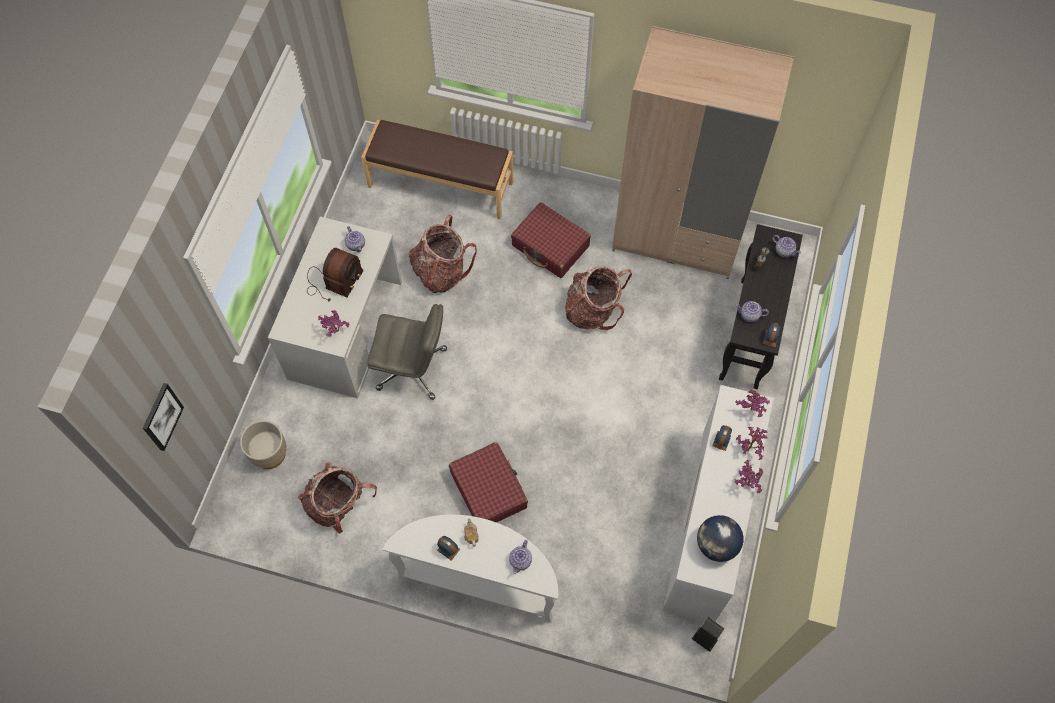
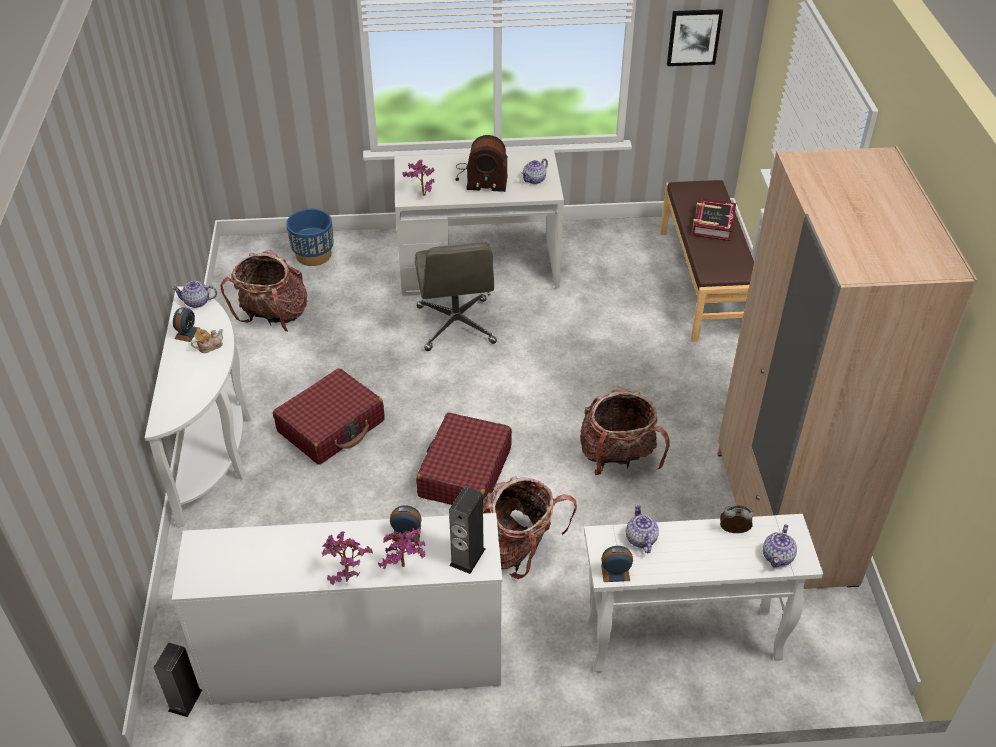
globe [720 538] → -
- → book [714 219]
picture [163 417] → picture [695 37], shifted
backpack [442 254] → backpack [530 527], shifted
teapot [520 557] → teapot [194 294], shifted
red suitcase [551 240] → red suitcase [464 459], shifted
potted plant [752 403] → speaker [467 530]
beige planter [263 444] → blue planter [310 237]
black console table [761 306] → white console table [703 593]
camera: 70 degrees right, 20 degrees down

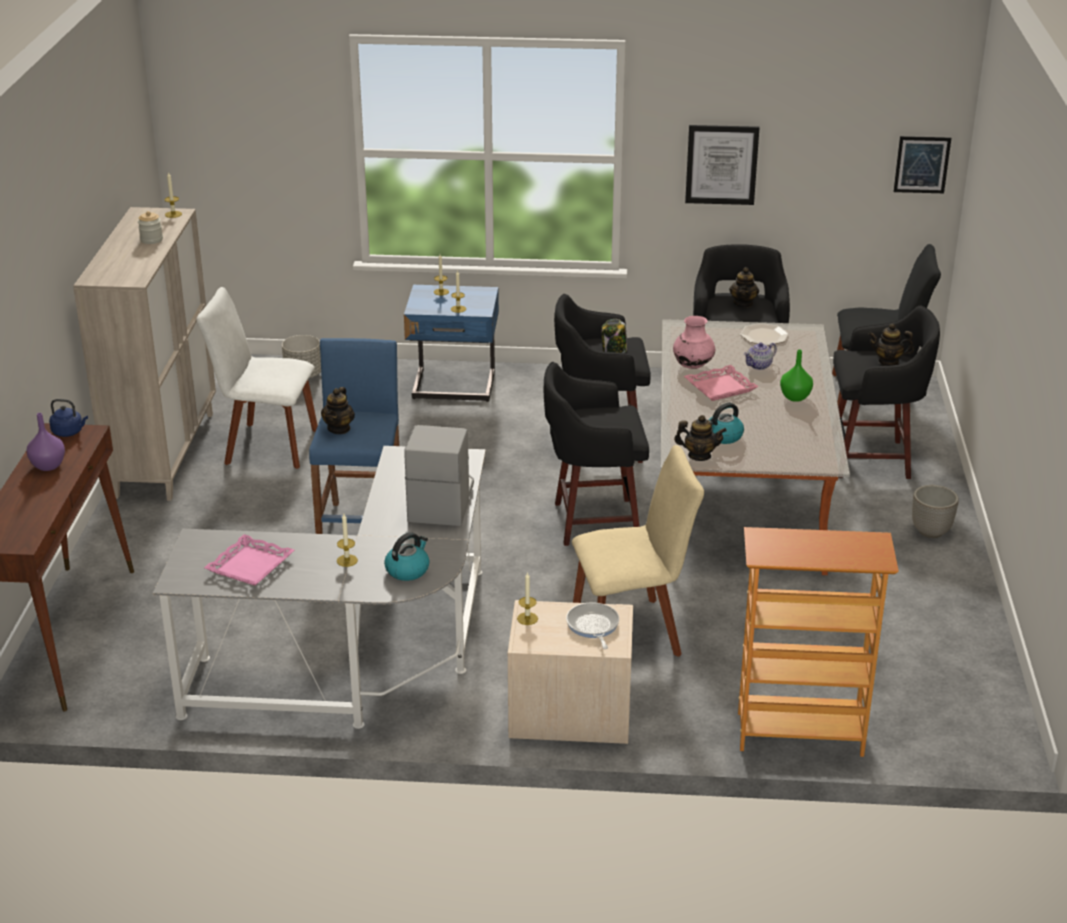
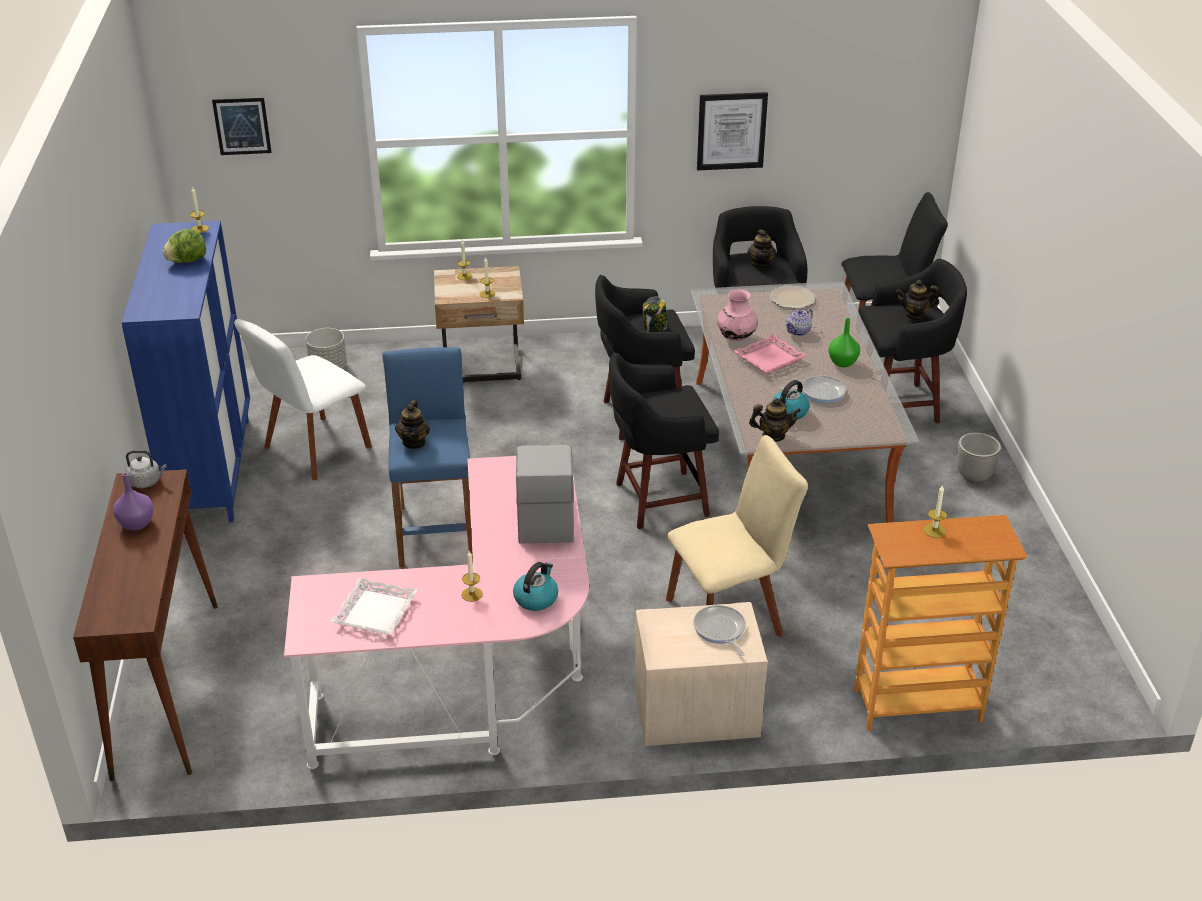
- → frying pan [813 389]
candle [527 598] → candle [935 511], shifted
picture [922 164] → picture [242 126], shifted
jar [150 227] → lettuce [184 246]
blue kettle [68 418] → grey kettle [146 469]
beige cabinet [144 354] → blue cabinet [186 371]
grey desk [319 587] → pink desk [436 612]
pink tray [249 560] → white tray [374 606]
blue nightstand [451 343] → beige nightstand [479 324]
white chair [257 378] → white chair [303 399], 45 degrees counterclockwise
camera: 10 degrees left, 5 degrees up

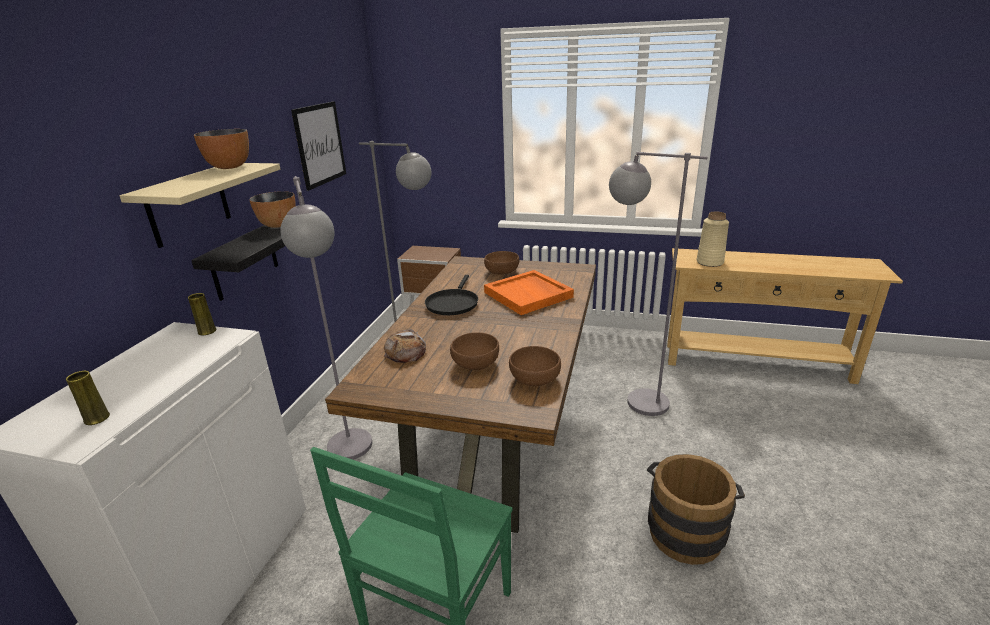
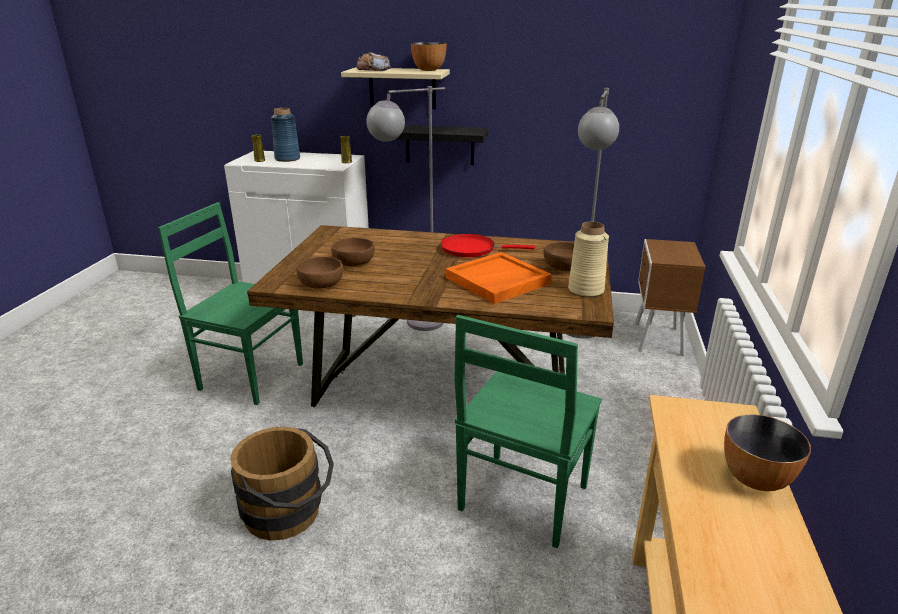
picture [318 146] → -
- → blue vase [285 135]
bowl [272 209] → bowl [767 452], shifted
bread [405 346] → bread [374 61], shifted
beige vase [713 239] → beige vase [588 259], shifted
grey floor lamp [658 284] → green chair [528 431]
black frying pan [451 295] → red frying pan [487 245]
camera: 85 degrees right, 0 degrees up

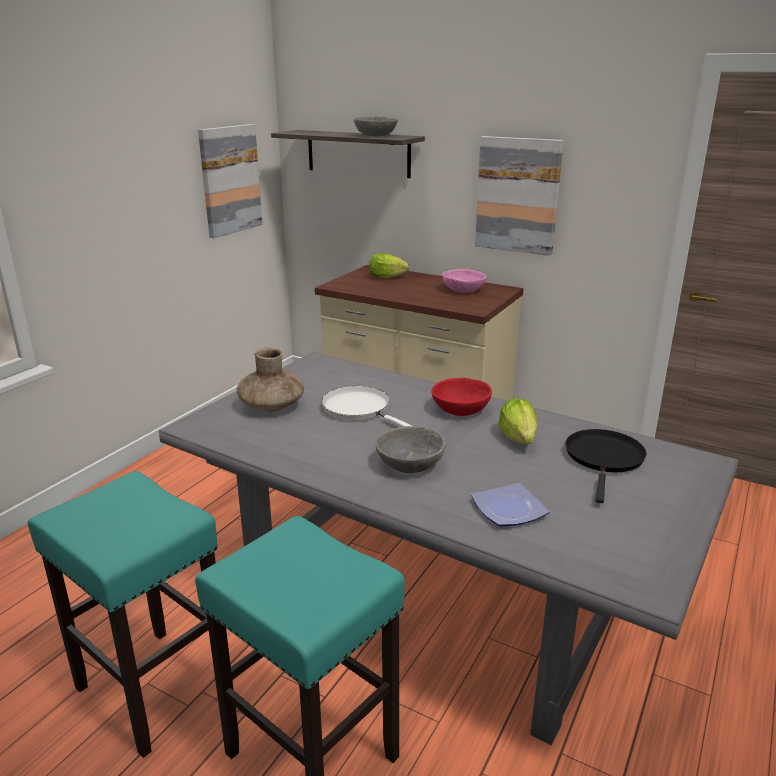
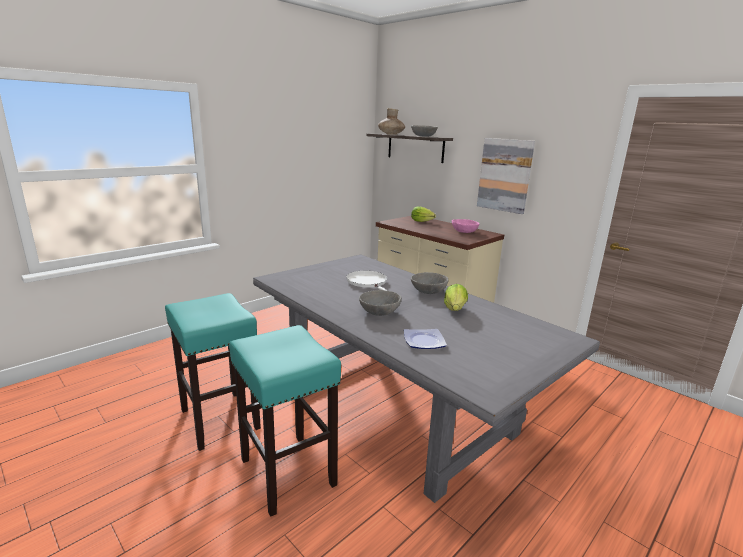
picture [230 181] → -
black frying pan [606 466] → -
brown vase [270 380] → brown vase [391 121], shifted
red bowl [461 397] → grey bowl [429 283]
camera: 15 degrees right, 5 degrees down

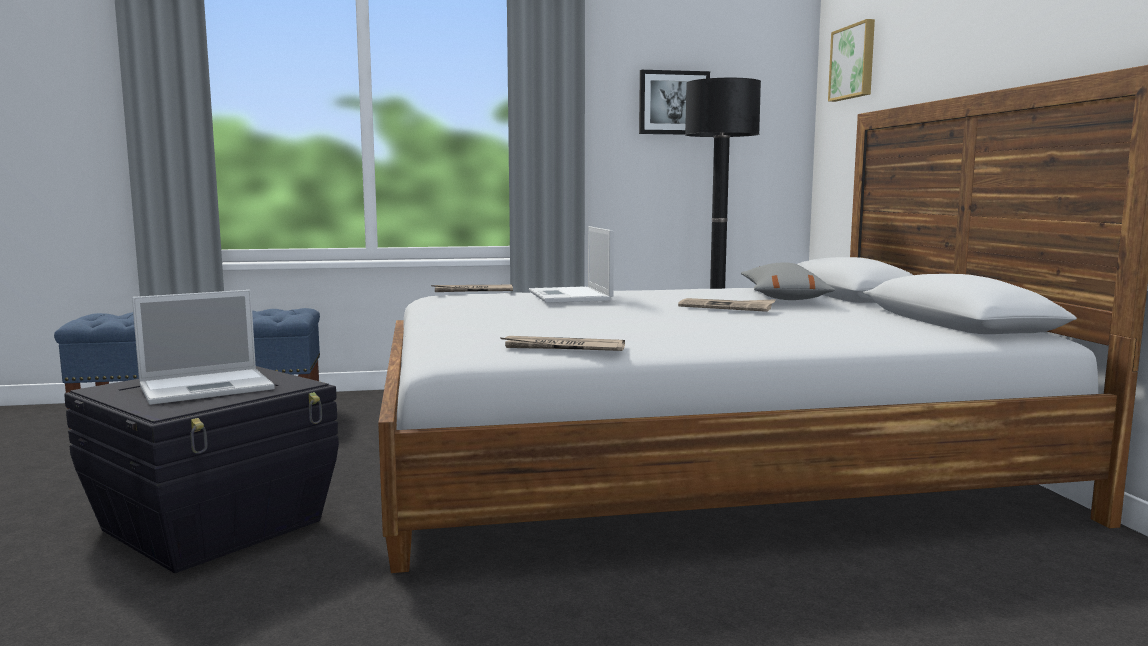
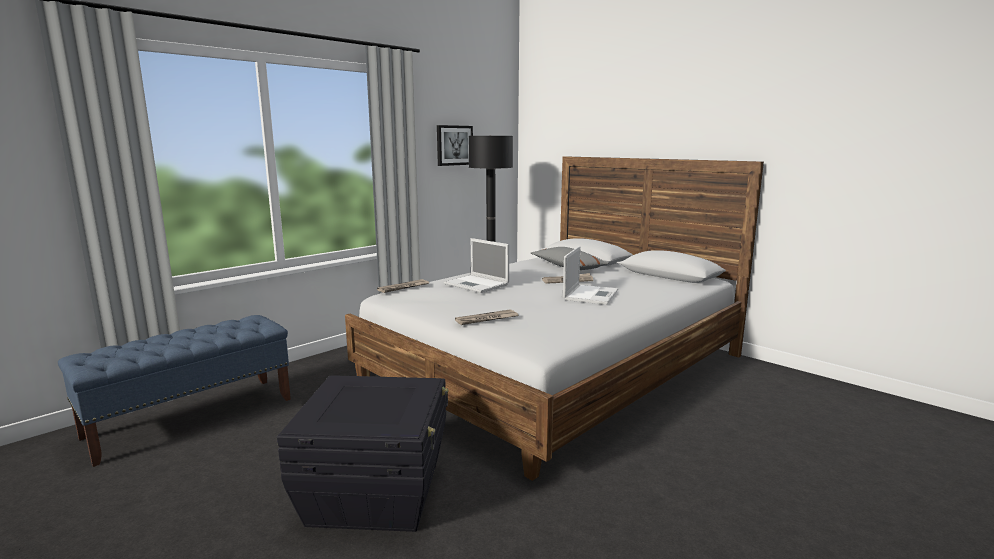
picture [851 60] → -
laptop [203 347] → laptop [590 275], shifted
newspaper [562 343] → newspaper [487 317], shifted
camera: 35 degrees left, 5 degrees up

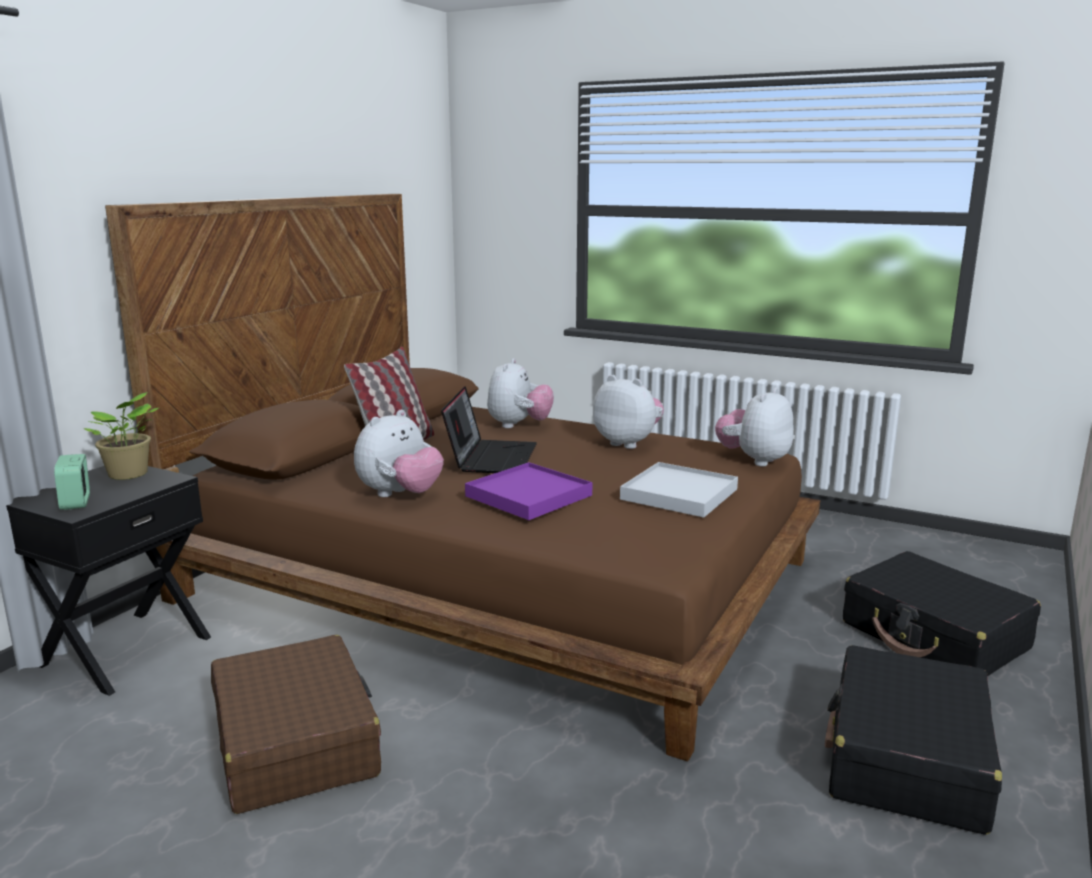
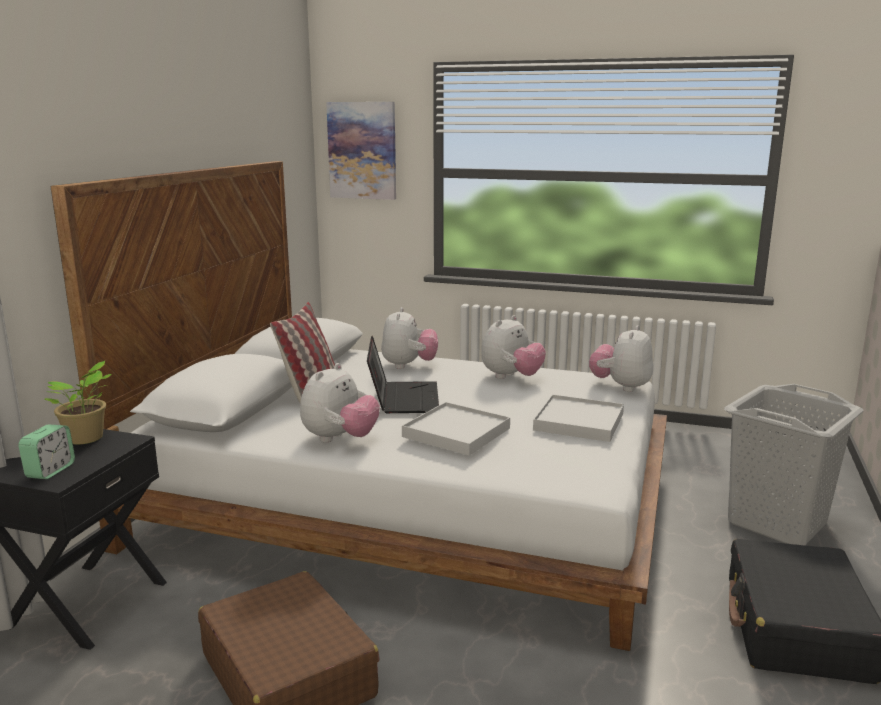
- → picture [361 151]
black suitcase [942 614] → grey laundry basket [794 464]
brown bed [462 477] → white bed [359 406]
purple tray [528 491] → white tray [456 429]
alarm clock [72 482] → alarm clock [46 452], 135 degrees counterclockwise
plush toy [628 412] → plush toy [513 347], 105 degrees clockwise
camera: 10 degrees left, 0 degrees up

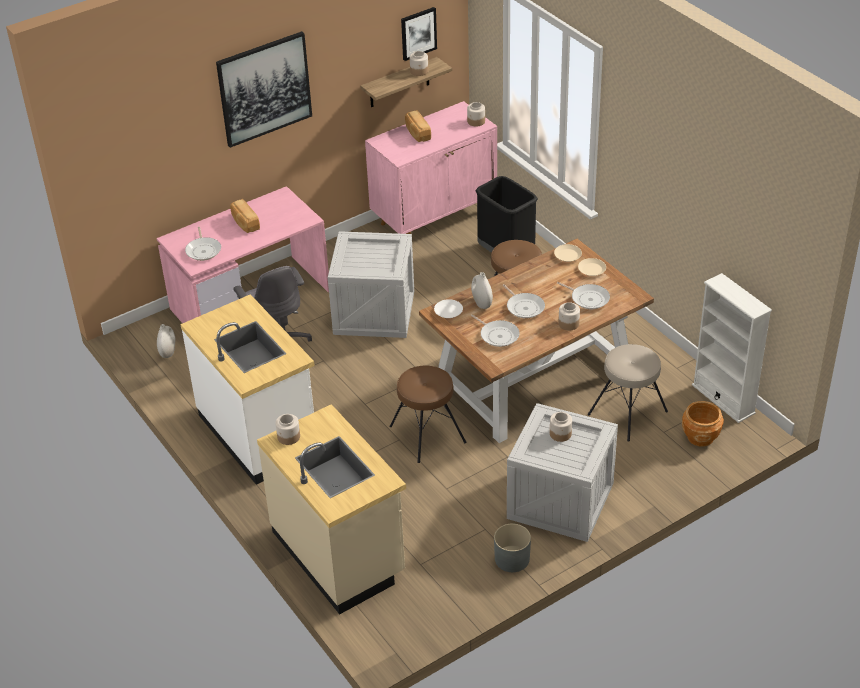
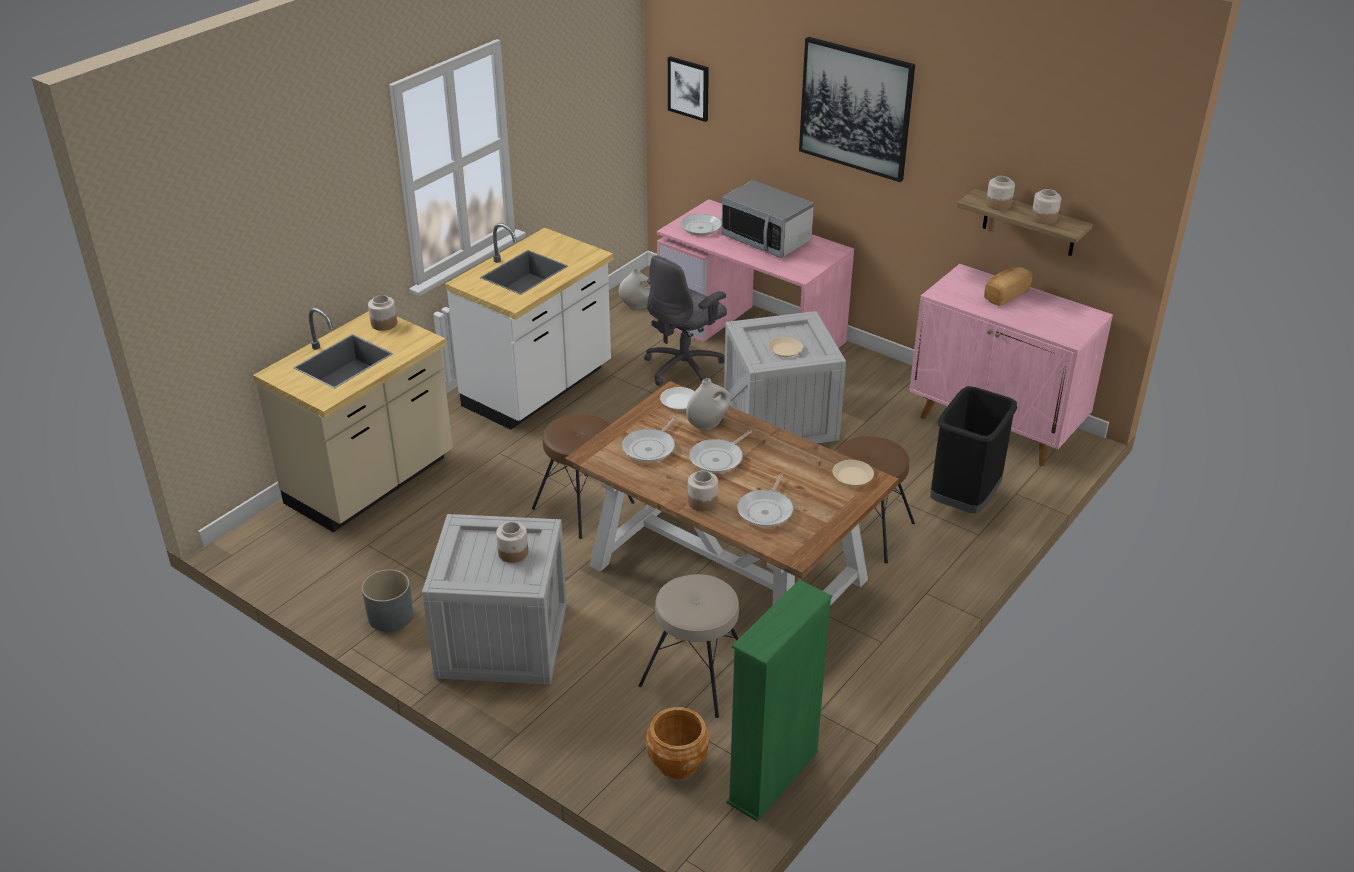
picture [419 34] → picture [688 89], shifted
jar [476 114] → jar [1000 193], shifted
beige plate [592 267] → beige plate [785 347], shifted
bread [245 216] → microwave [767 219]
white bookcase [732 348] → green bookcase [779 700]
camera: 70 degrees right, 5 degrees down

